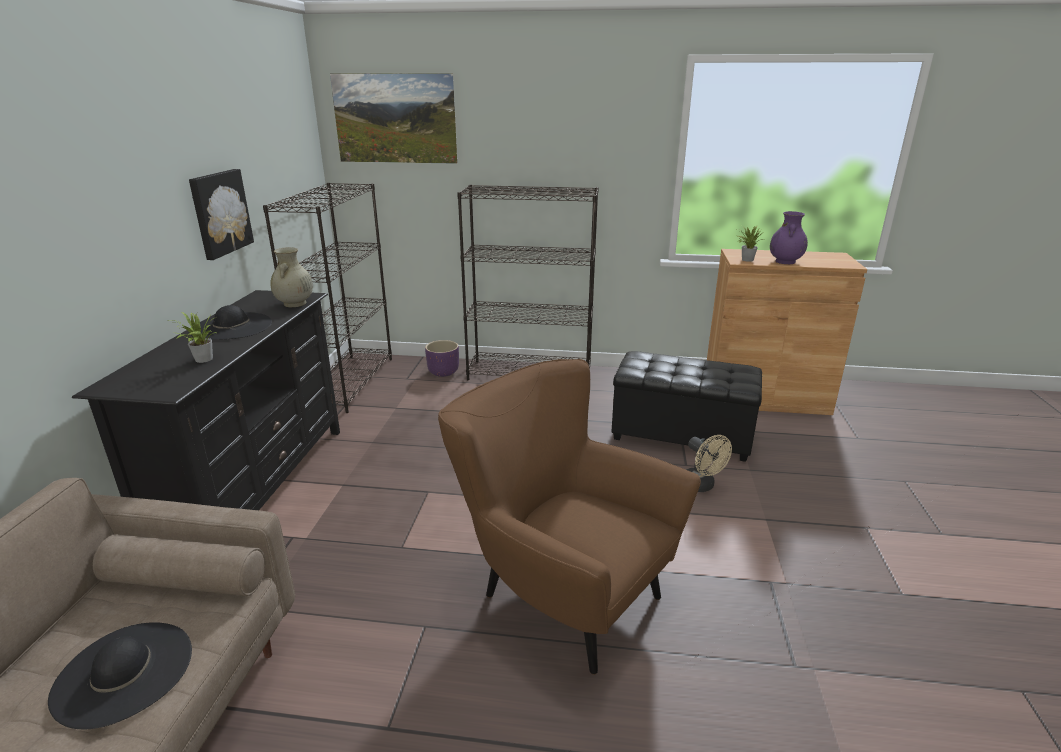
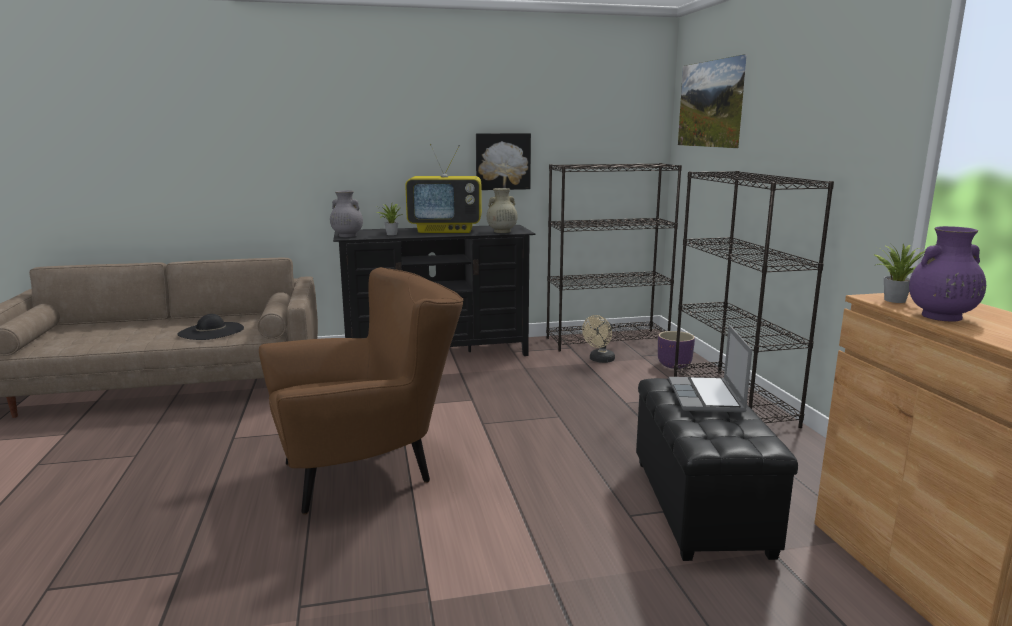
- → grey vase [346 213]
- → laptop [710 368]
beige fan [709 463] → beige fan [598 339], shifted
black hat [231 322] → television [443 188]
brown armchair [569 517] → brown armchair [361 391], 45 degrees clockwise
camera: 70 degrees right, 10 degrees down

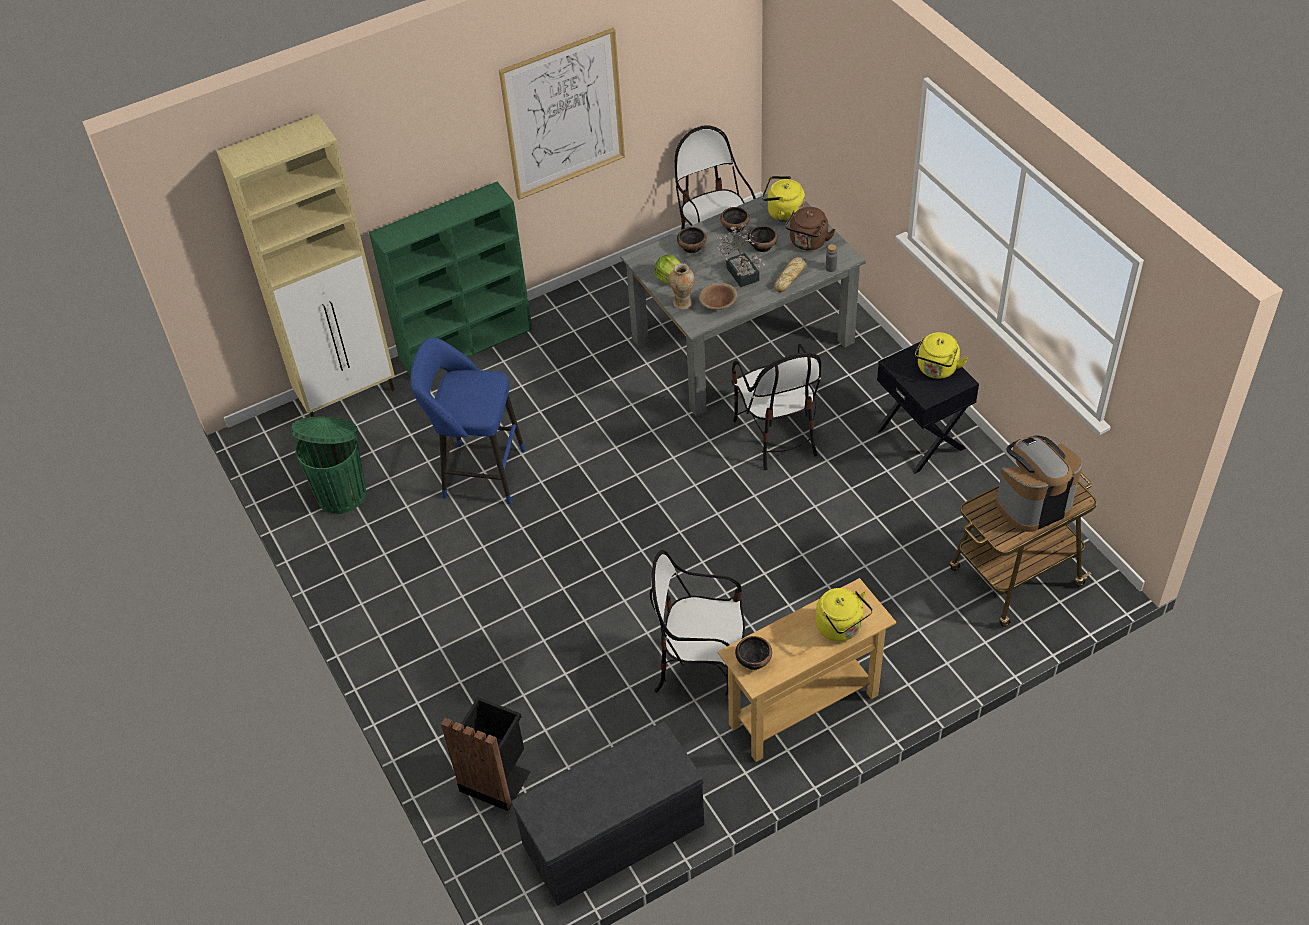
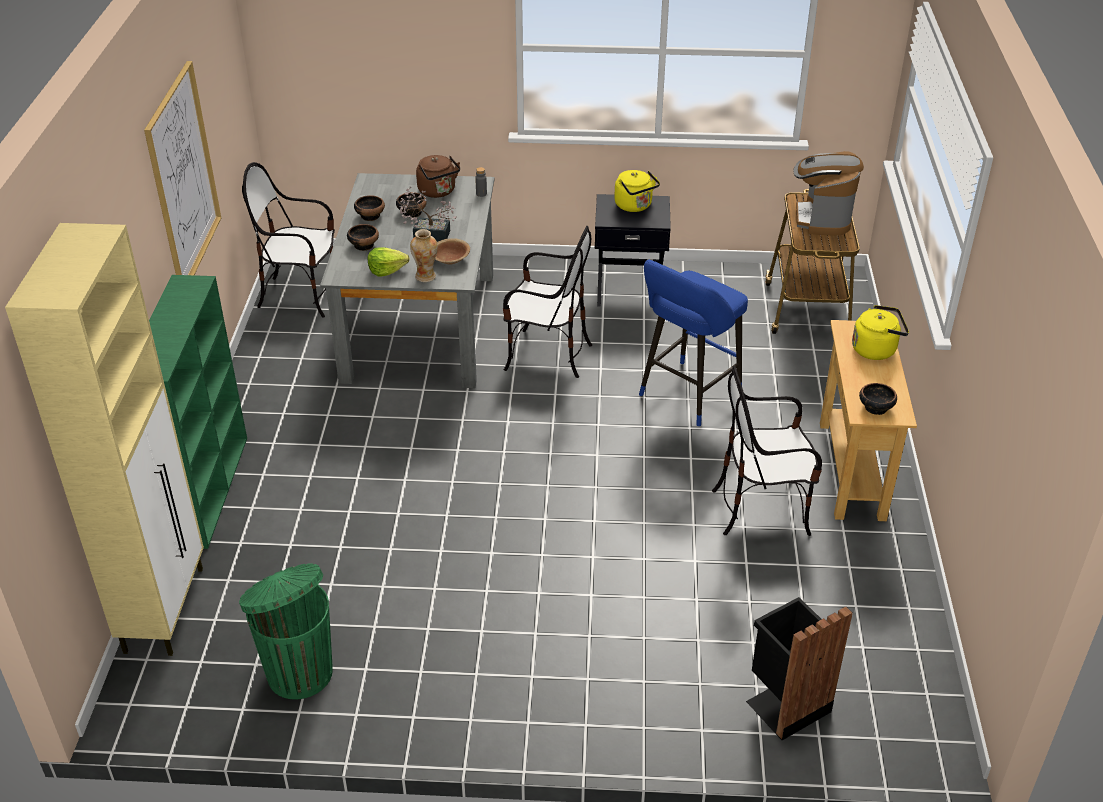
grey bench [607 813] → -
yellow kettle [783 199] → -
bread [790 275] → -
blue stool [467 420] → blue stool [693 343], shifted
chair [697 622] → chair [767 451], 45 degrees clockwise
camera: 60 degrees left, 10 degrees down

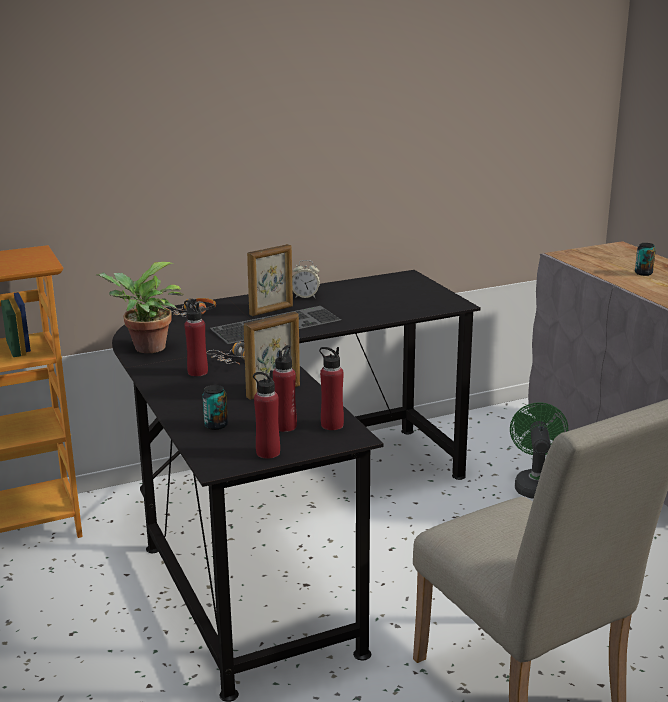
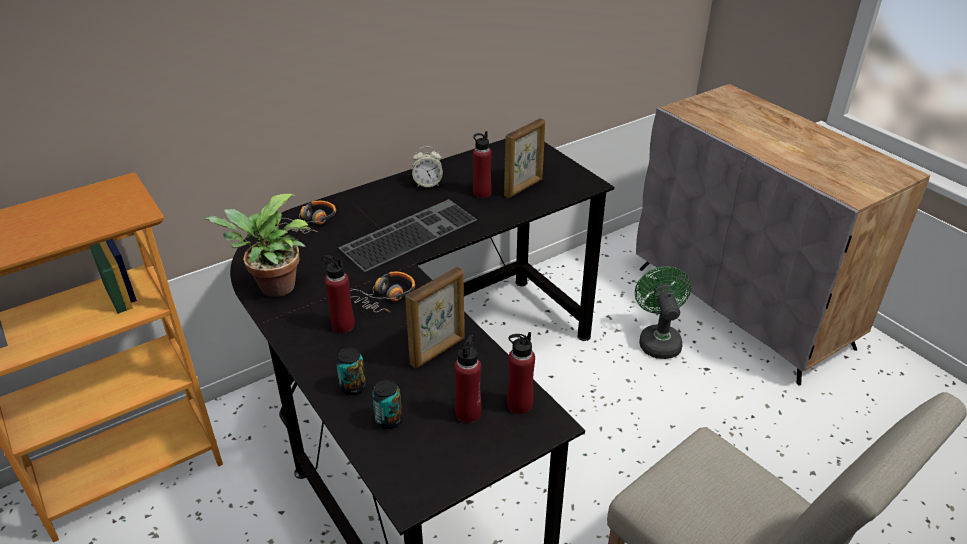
picture frame [270 280] → picture frame [524 158], shifted
red bottle [266 414] → red bottle [482 164], shifted
can [645 259] → can [351 371], shifted
camera: 10 degrees left, 15 degrees up

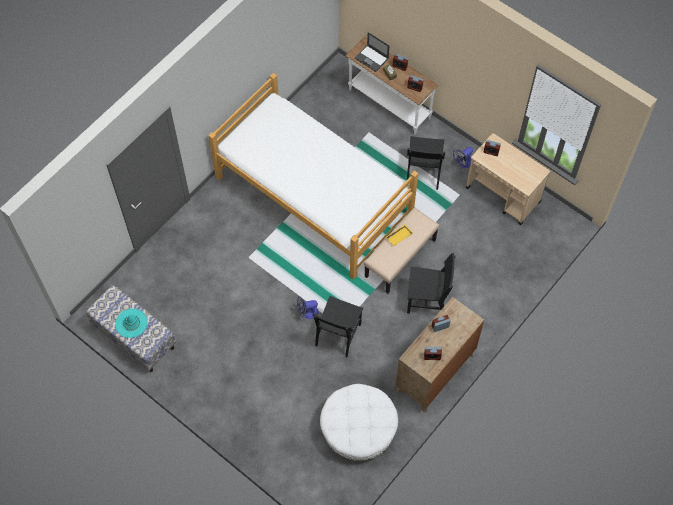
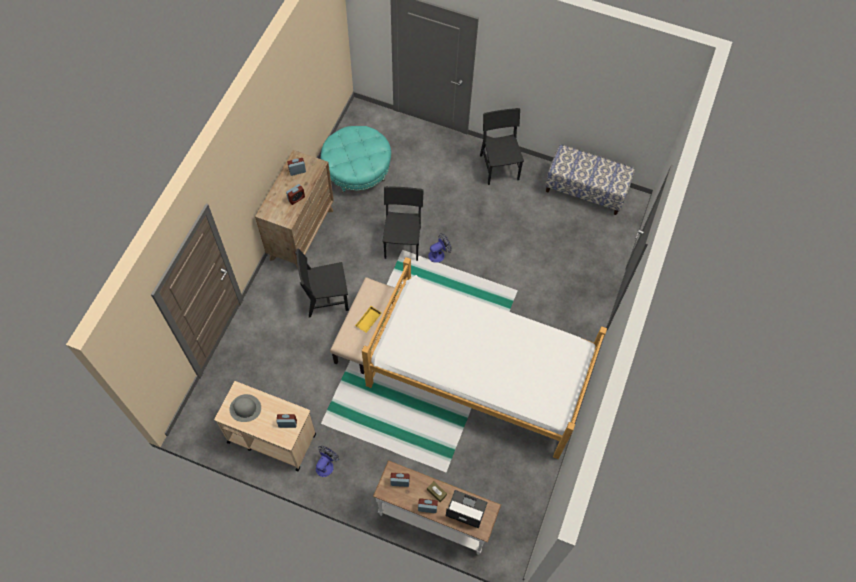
turquoise hat [131 323] → -
- → grey hat [245 408]
black chair [426 163] → black chair [502 146], shifted
white ottoman [359 422] → turquoise ottoman [356 159]
camera: 160 degrees right, 0 degrees up

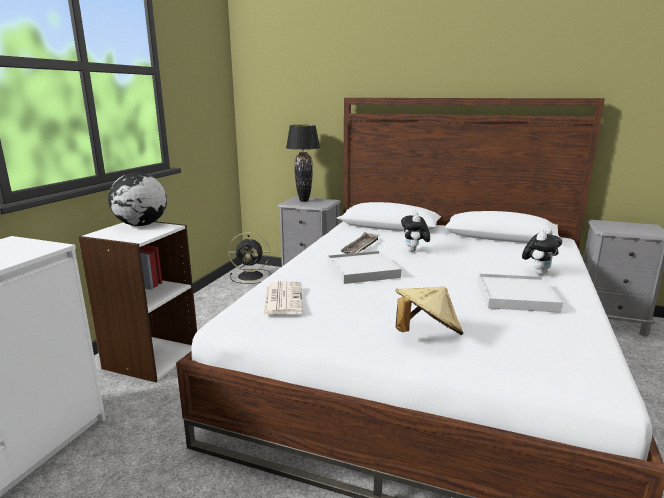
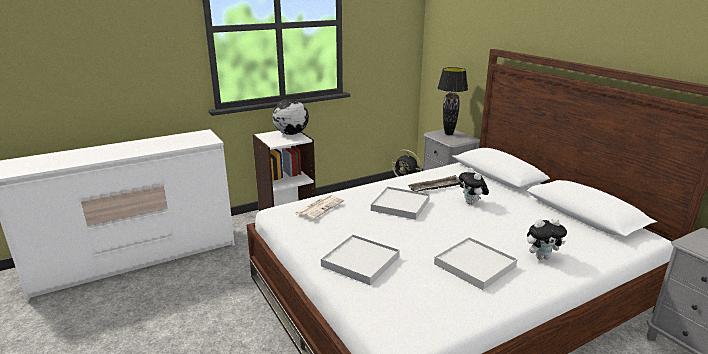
beige hat [429 311] → white tray [360 259]
plush toy [415 231] → plush toy [474 186], 60 degrees counterclockwise
camera: 40 degrees right, 5 degrees up

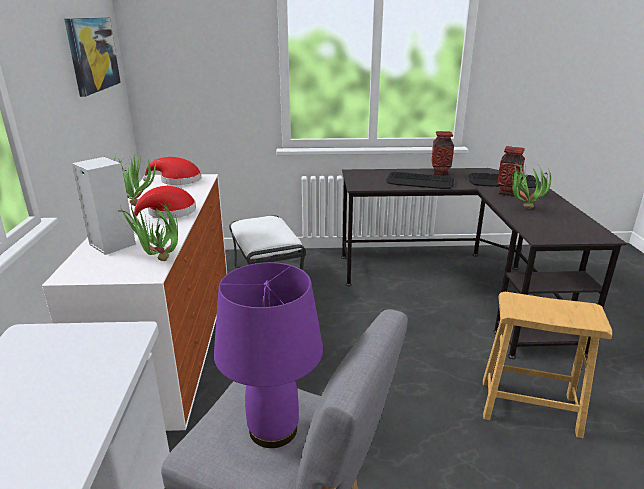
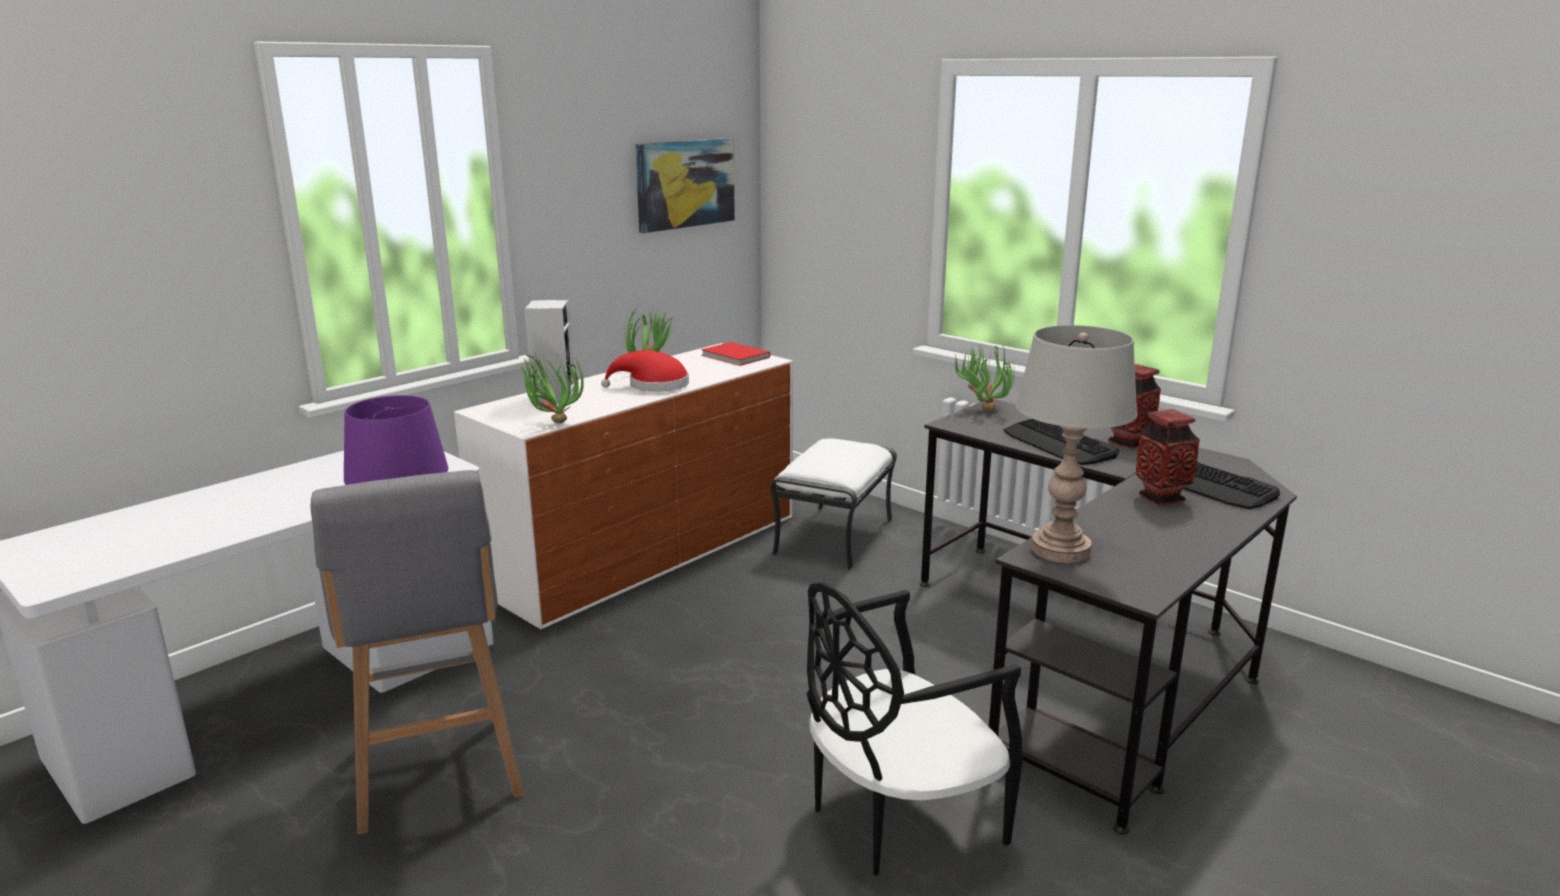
- → grey table lamp [1076 444]
potted plant [530 185] → potted plant [984 378], shifted
red hat [172 171] → red book [735 354]
brown stool [547 365] → black chair [915 728]
camera: 45 degrees right, 5 degrees down

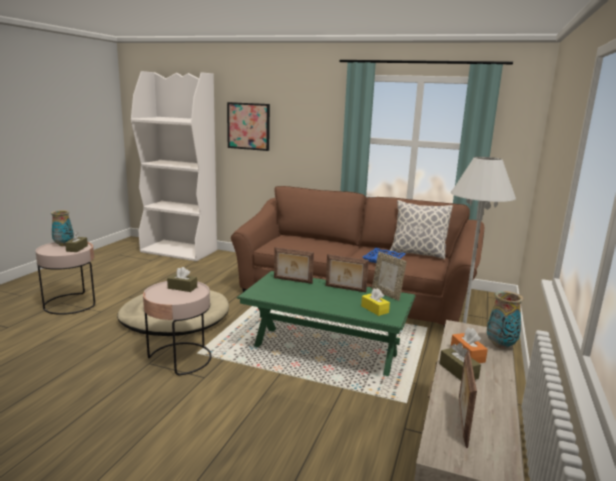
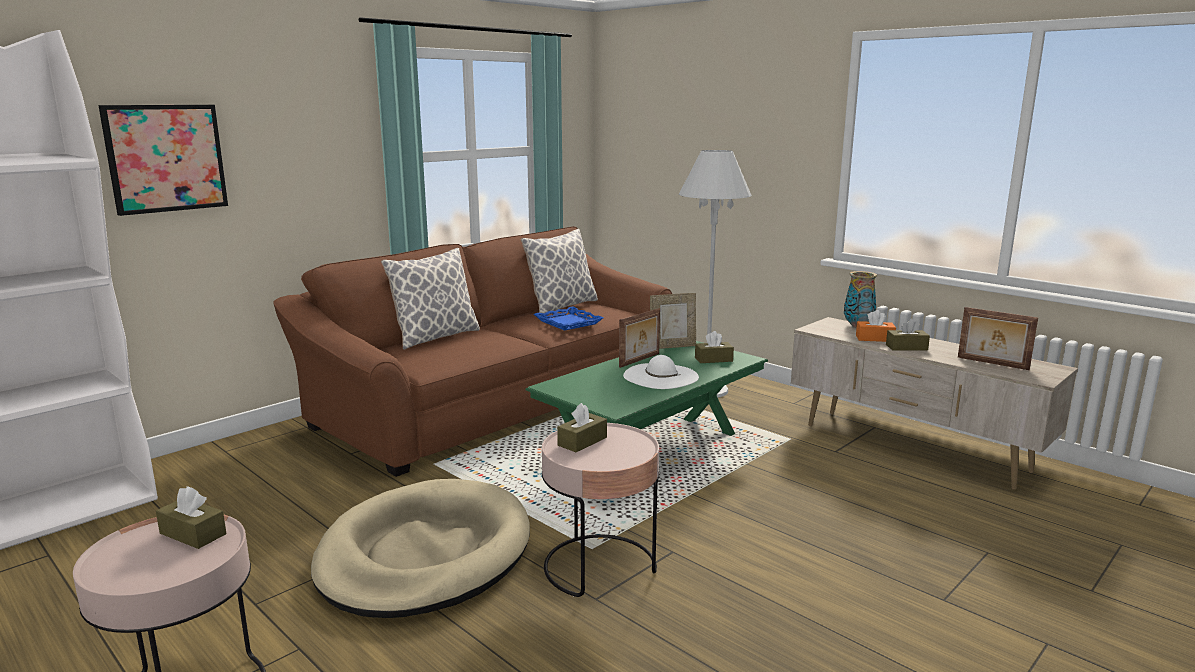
vase [62 228] → -
picture frame [294 265] → -
- → pillow [430 299]
- → white hat [661 372]
yellow tissue box [375 302] → brown tissue box [714 347]
camera: 65 degrees left, 0 degrees up

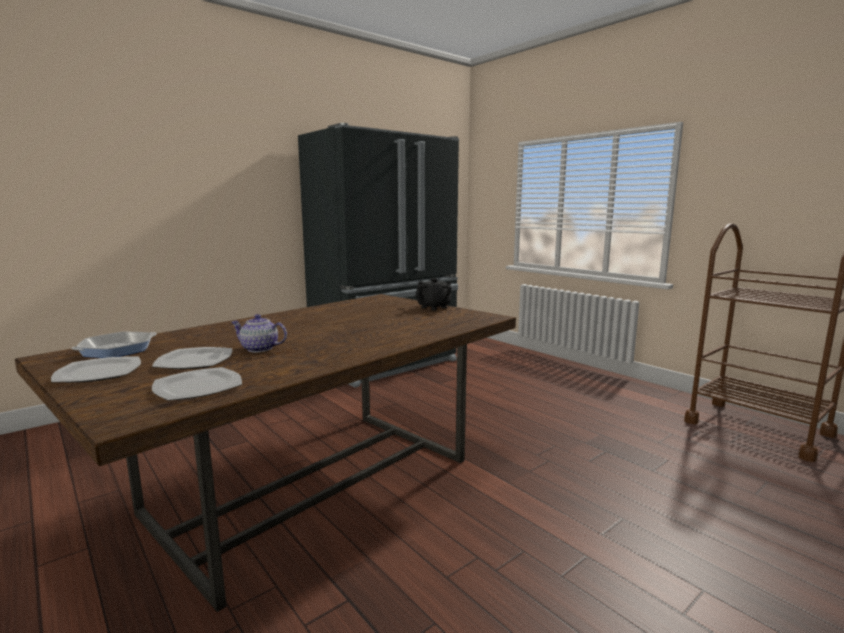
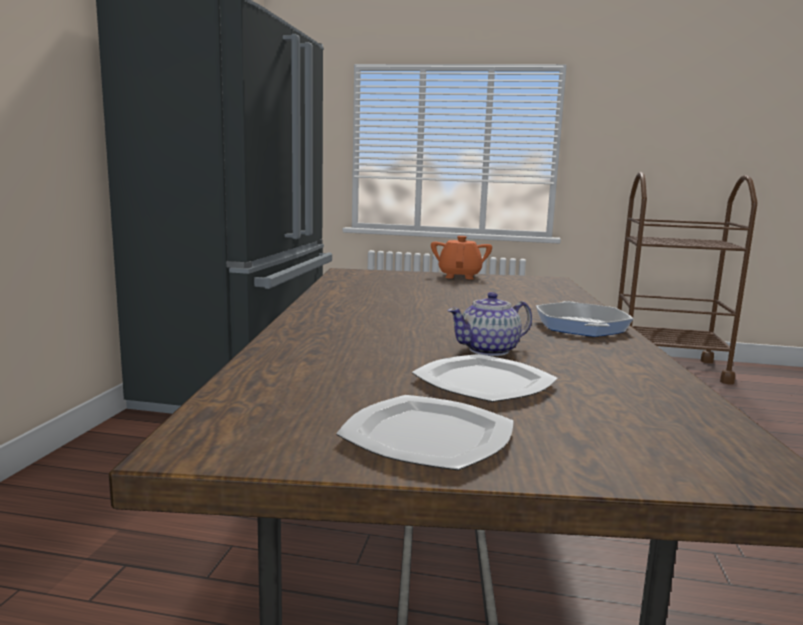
plate [197 384] → -
frying pan [114 345] → frying pan [584 319], shifted
black teapot [433 294] → orange teapot [461 258]
camera: 40 degrees left, 0 degrees up

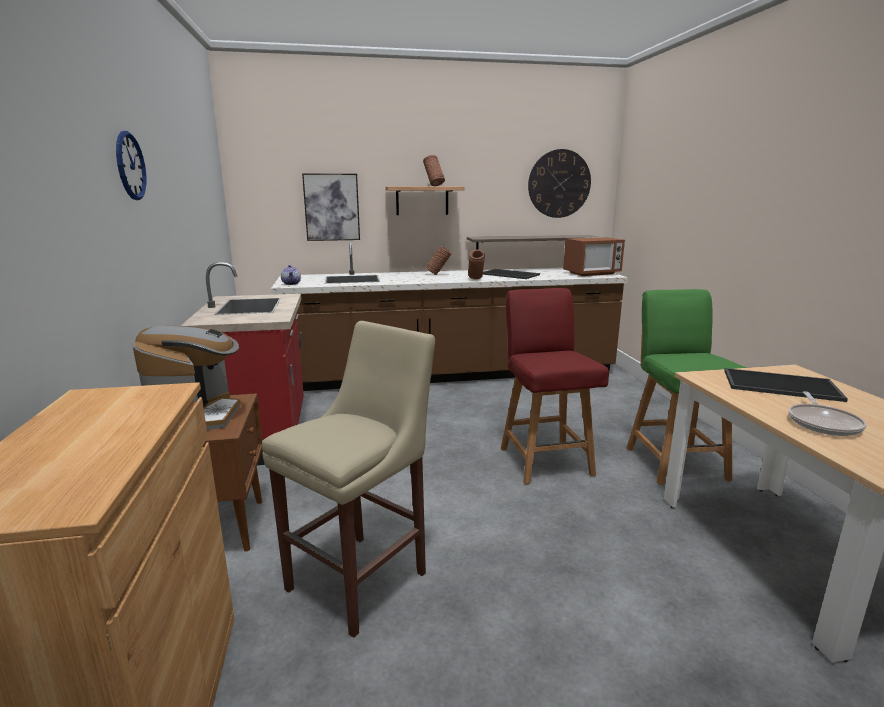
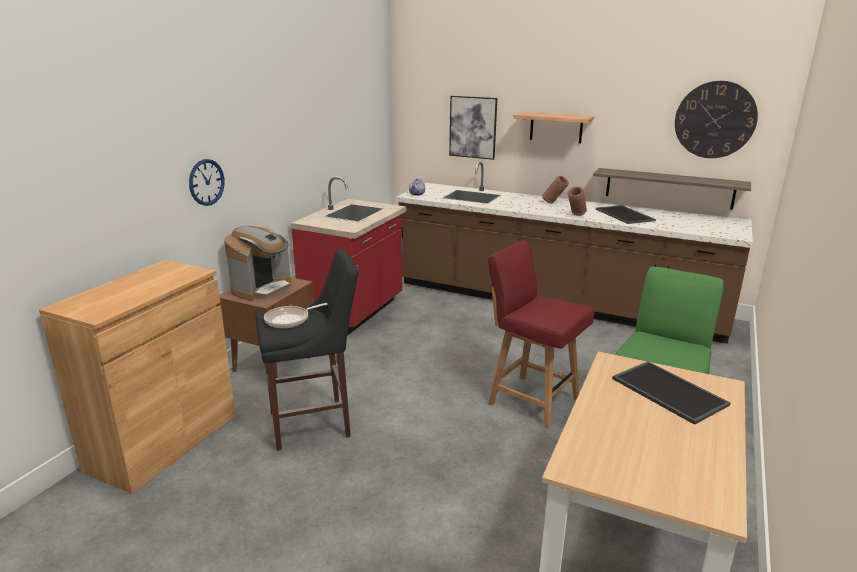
brown vase [434 170] → -
microwave [594 256] → -
wall clock [131 165] → wall clock [207 182], shifted
frying pan [827 413] → frying pan [295 315], shifted
beige stool [348 479] → black stool [307 349]
red chair [555 386] → red chair [541 334], 75 degrees counterclockwise
camera: 35 degrees right, 5 degrees up

